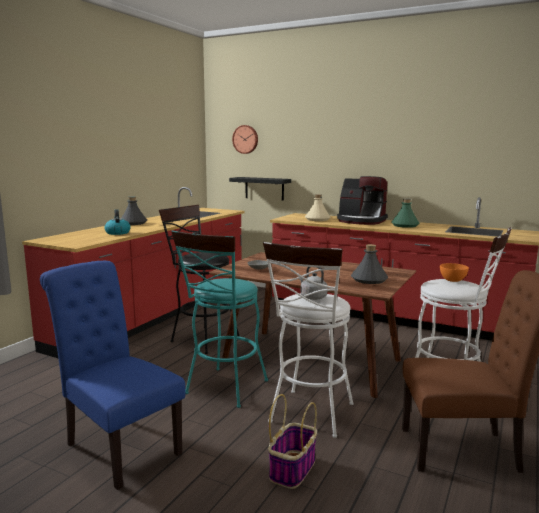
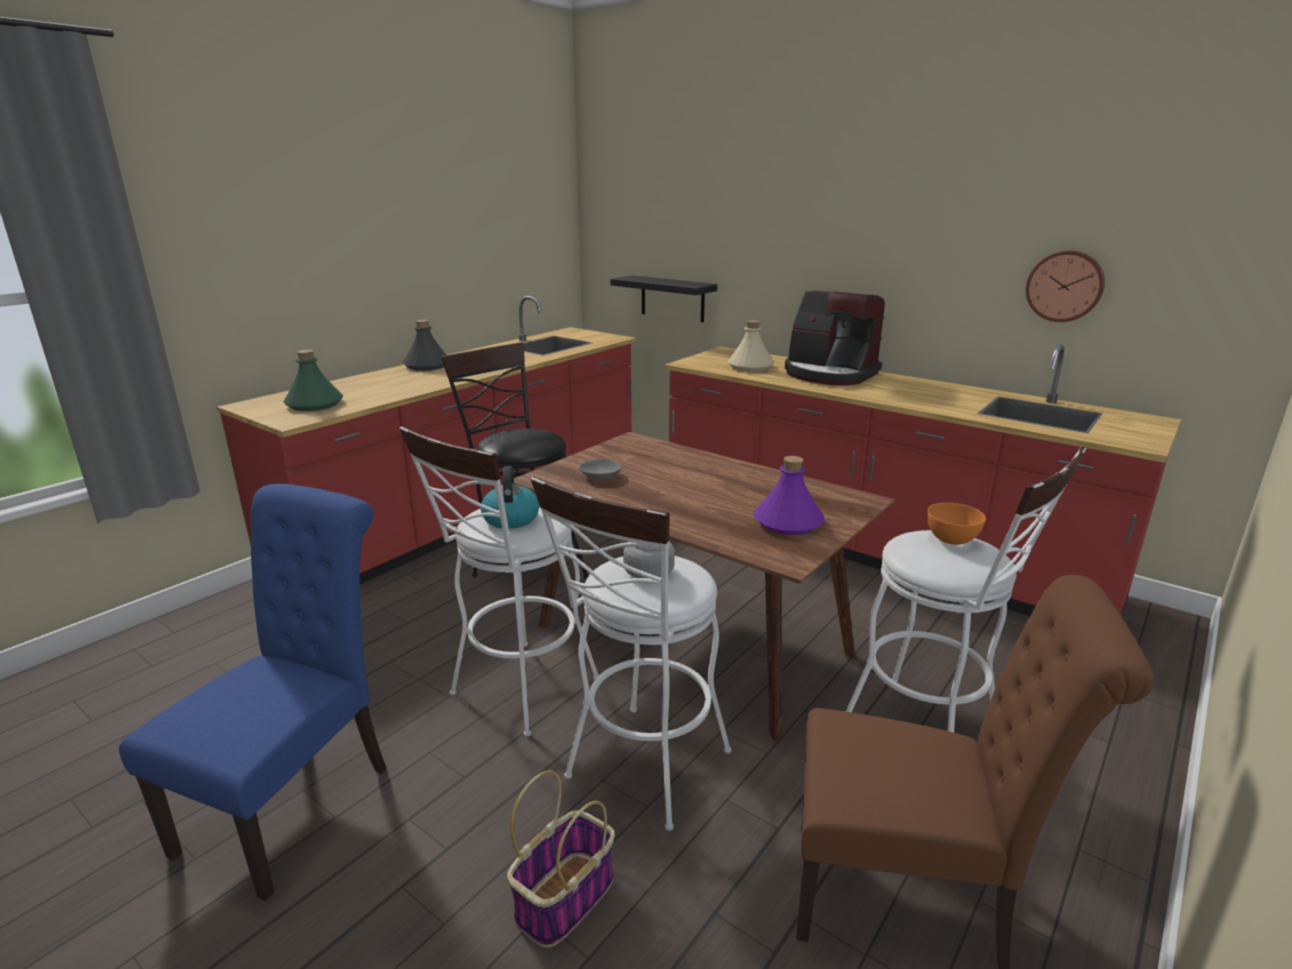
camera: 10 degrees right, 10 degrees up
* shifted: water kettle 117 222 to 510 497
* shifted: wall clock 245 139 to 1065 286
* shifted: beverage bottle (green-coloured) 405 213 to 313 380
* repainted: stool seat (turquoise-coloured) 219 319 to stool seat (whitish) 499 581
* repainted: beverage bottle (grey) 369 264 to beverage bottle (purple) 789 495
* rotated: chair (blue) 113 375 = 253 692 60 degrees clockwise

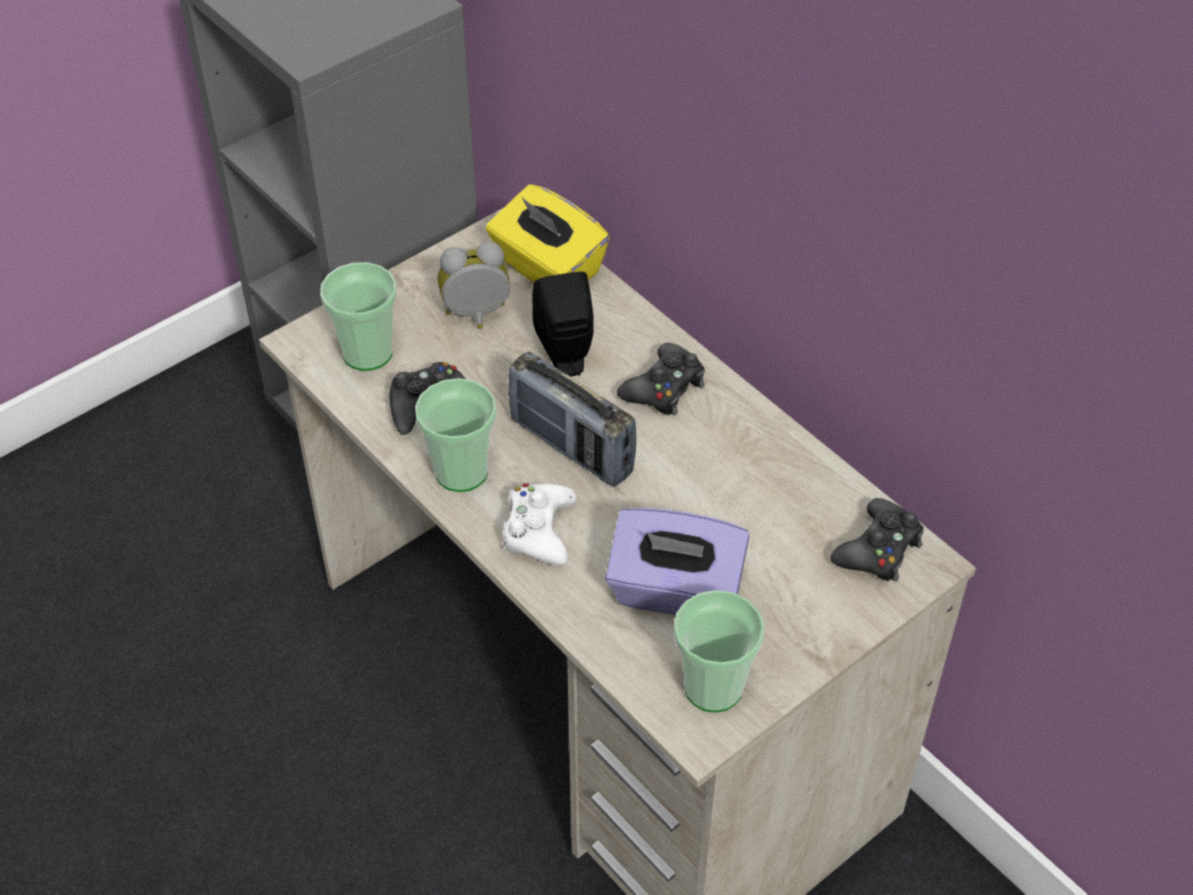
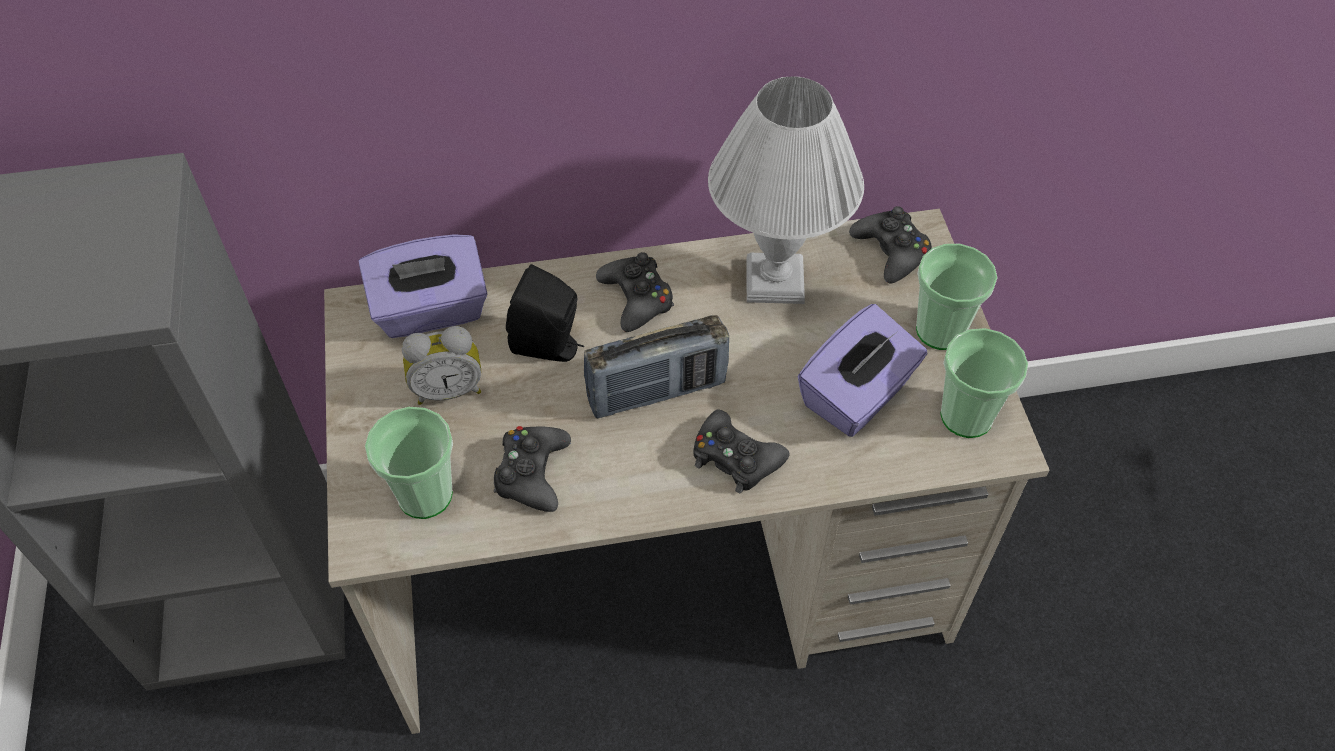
camera: 60 degrees left, 5 degrees up
* new: lamp for a table (whitish) 786 190
* shifted: cup 455 435 to 957 297
* repainted: tissue holder (yellowish) 548 233 to tissue holder (purple) 423 286
* repainted: game controller (whitish) 538 524 to game controller (black-coloured) 741 451
* rotated: bedside clock 474 285 = 441 365 120 degrees counterclockwise

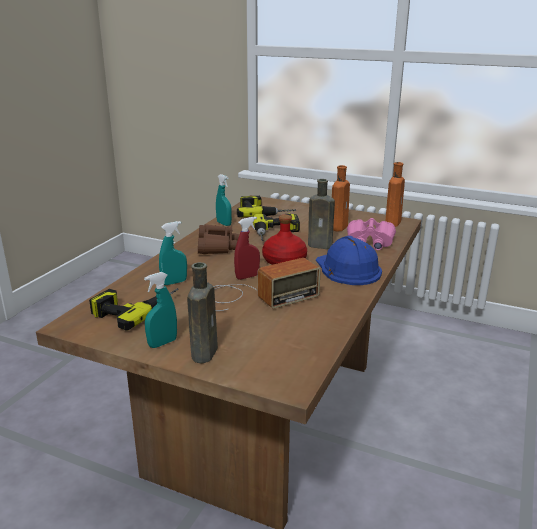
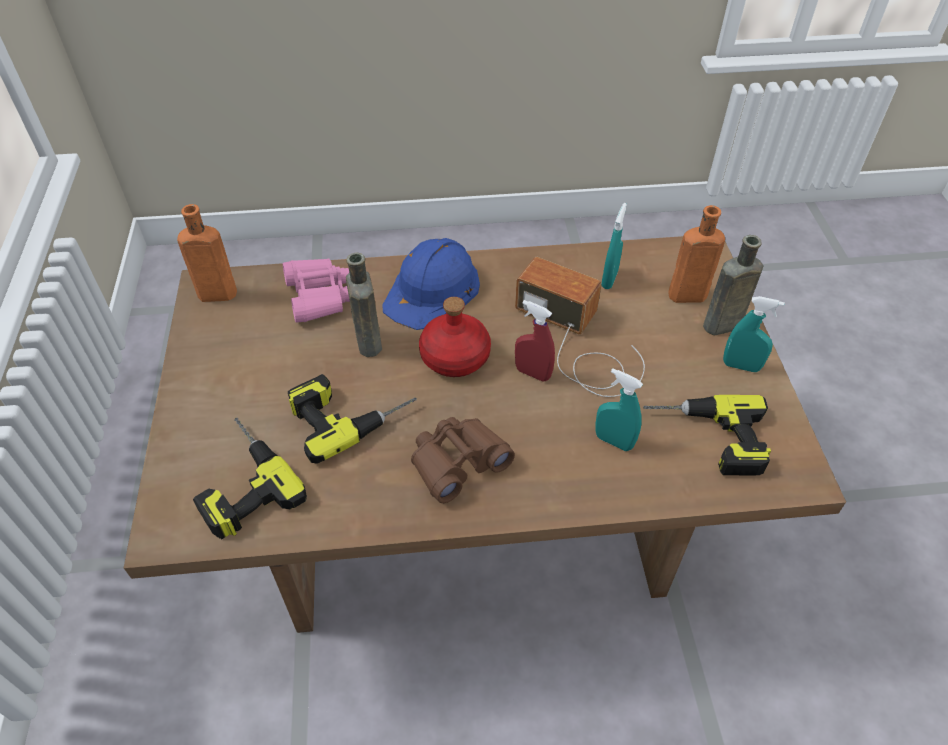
camera: 120 degrees left, 25 degrees up
* shifted: sprayer (turquoise-coloured) 224 200 to 614 246
* shifted: beverage bottle (orangey) 341 198 to 696 254

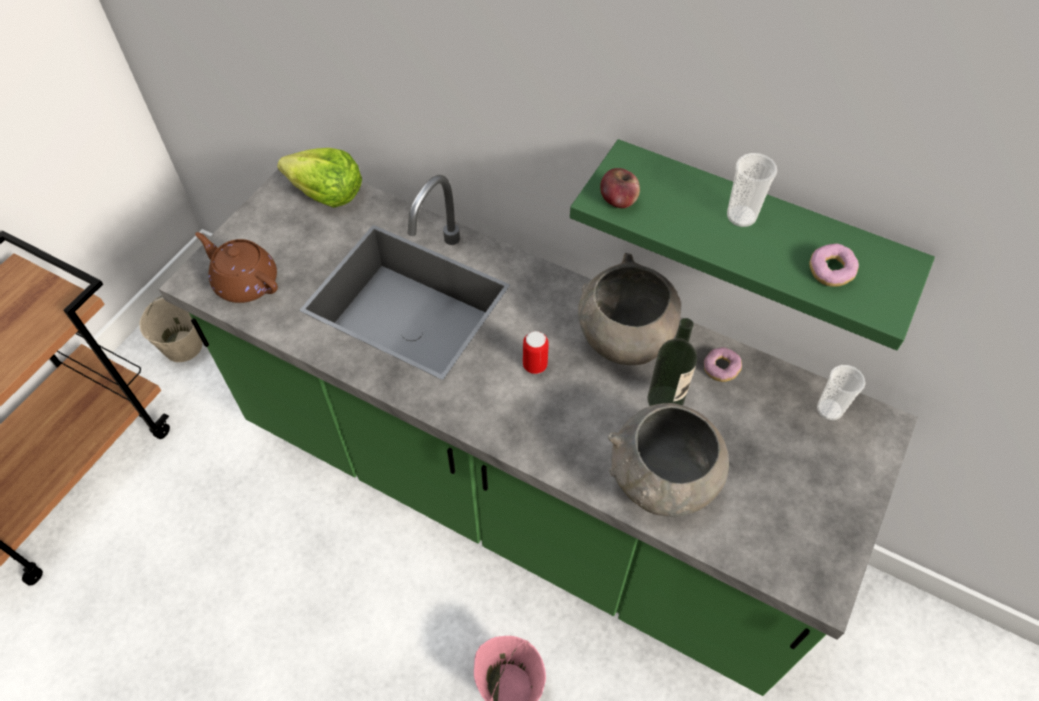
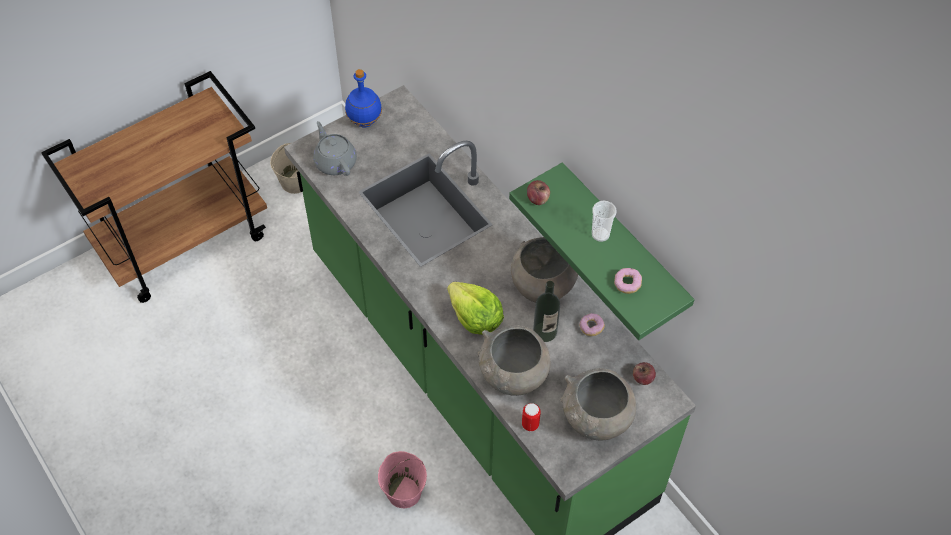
camera: 25 degrees right, 0 degrees up
* new: beverage bottle (blue) 363 98
* new: bowl (grey) 598 404
* shifted: lettuce head 319 178 to 475 308
* shifted: sealed can 536 352 to 531 417
* swapped: cup 841 392 to apple 644 373
* repainted: tea pot (brownish) 236 267 to tea pot (grey) 335 148

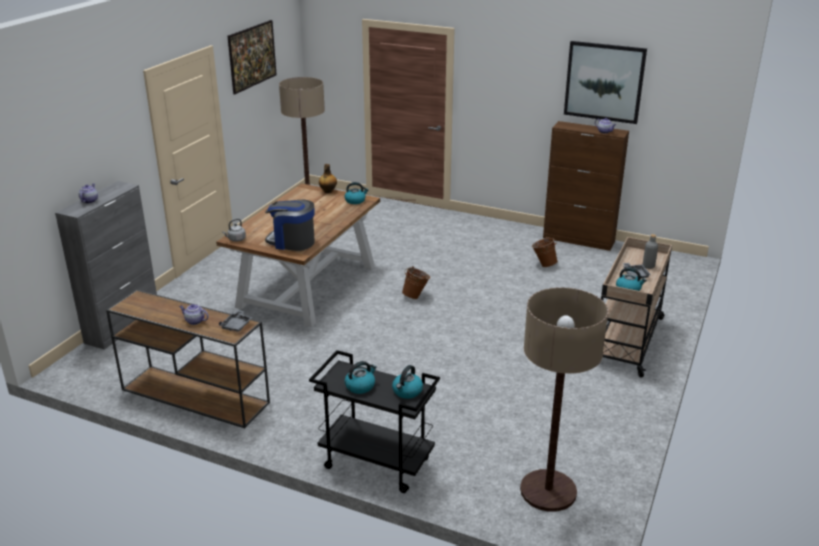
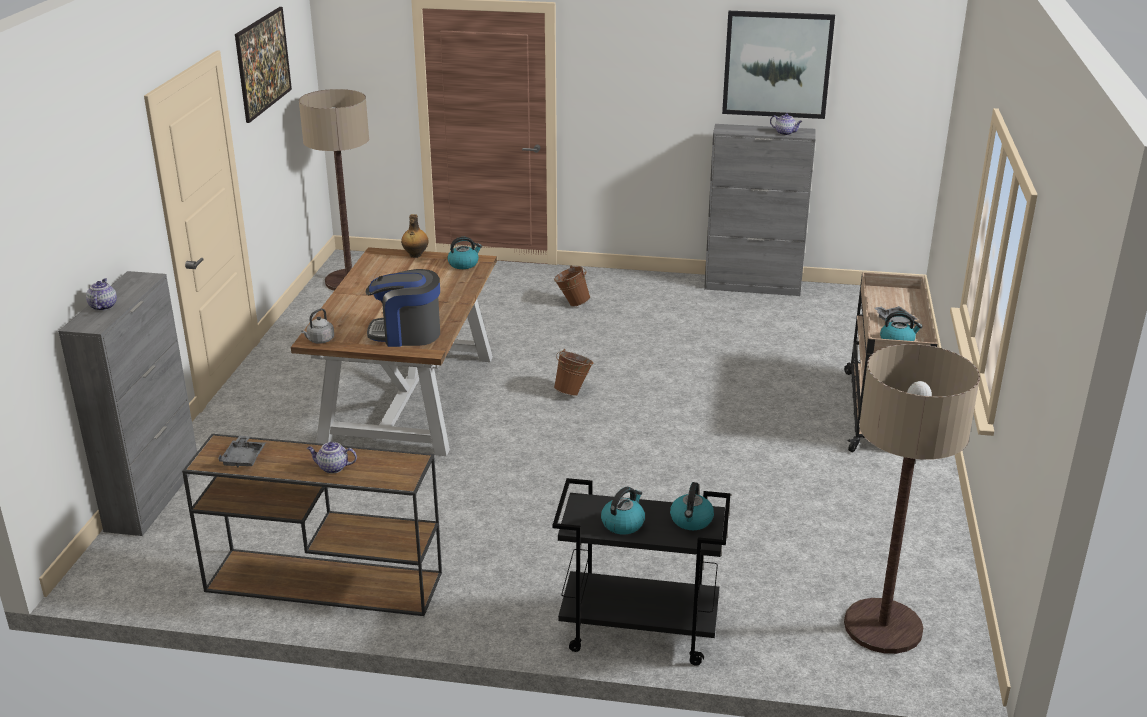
camera: 15 degrees left, 0 degrees up
* gone: beverage bottle (grey) 650 251
* shifted: carrying tray (grey) 235 321 to 242 451
* shifted: pail (brownish) 545 252 to 572 286
* repainted: storage cabinet (brownish) 586 186 to storage cabinet (grey) 760 210

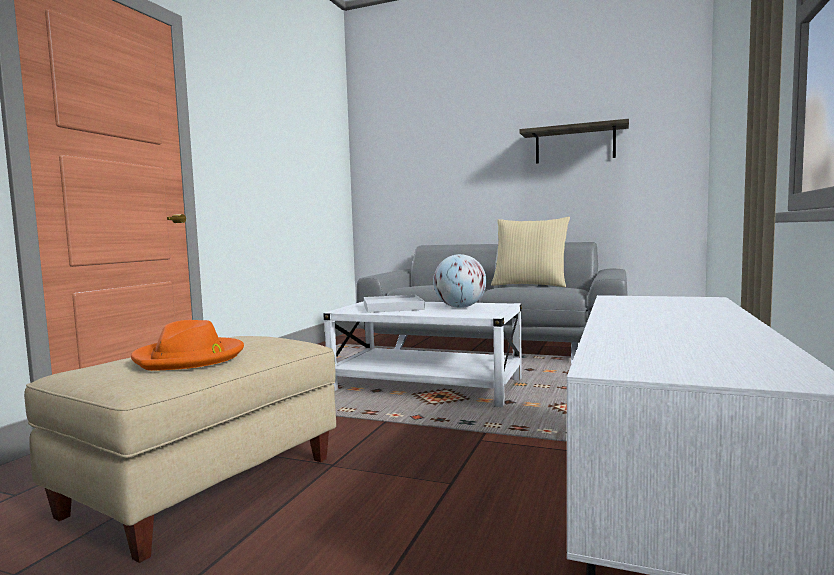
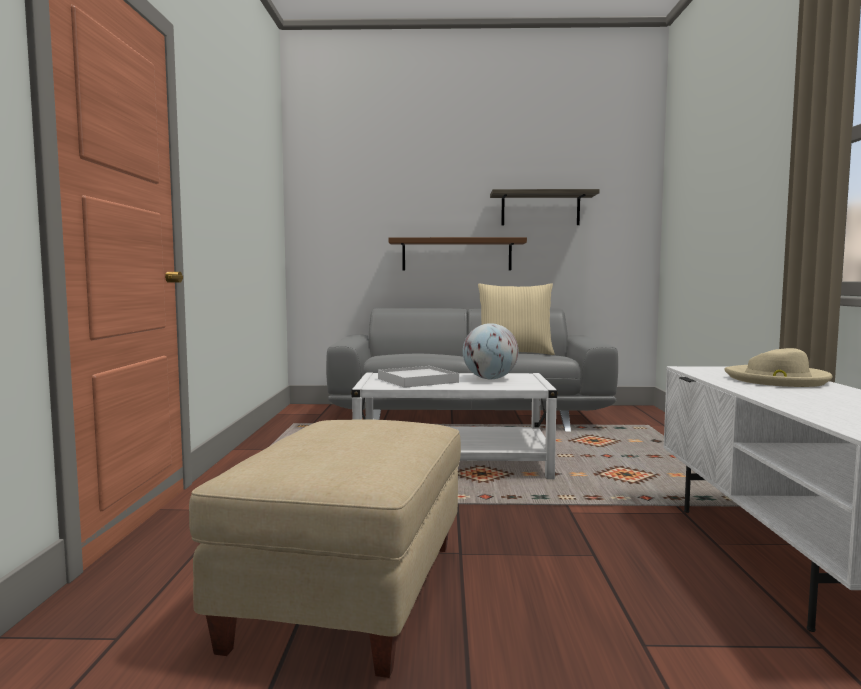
camera: 20 degrees left, 0 degrees up
* gone: wearable hat (orangey) 187 345
* new: bracket shelf (brownish) 458 253
* new: wearable hat (beige-coloured) 778 367

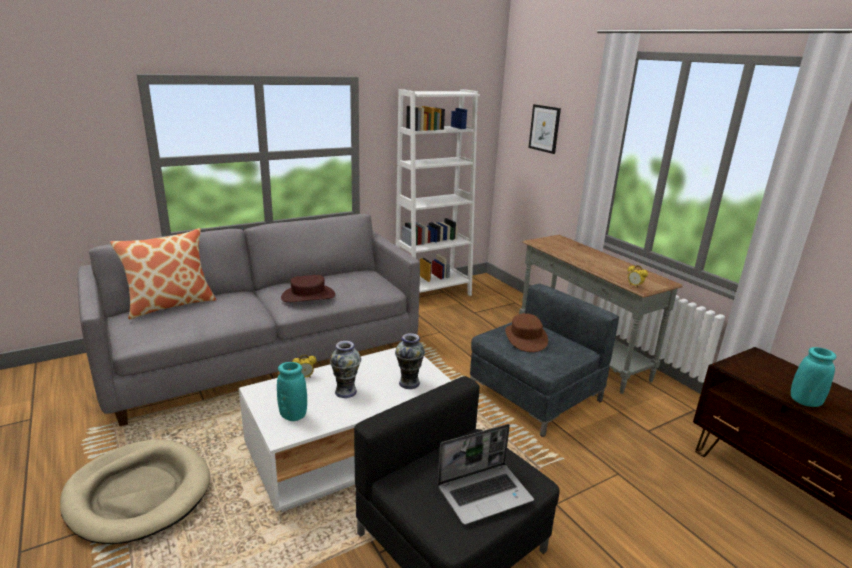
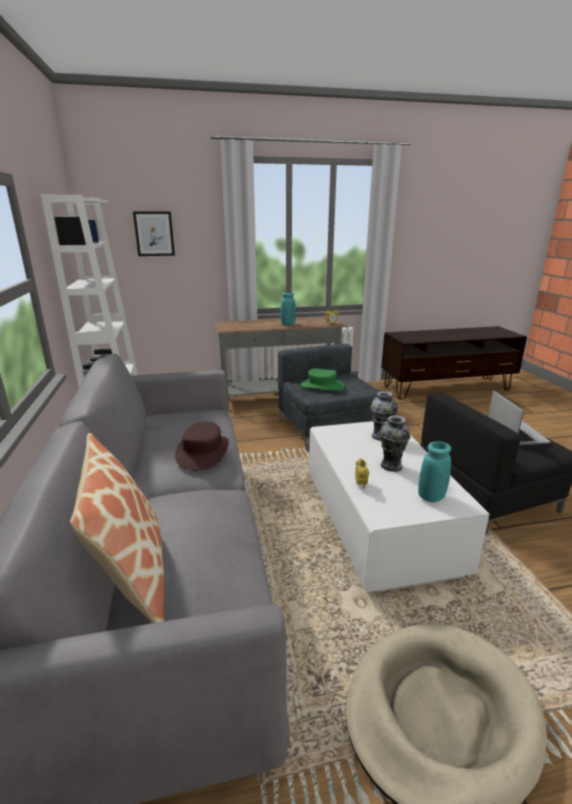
camera: 70 degrees left, 0 degrees up
* shifted: flower vase (turquoise-coloured) 813 377 to 288 308
* repainted: wearable hat (brownish) 526 332 to wearable hat (green-coloured) 322 379

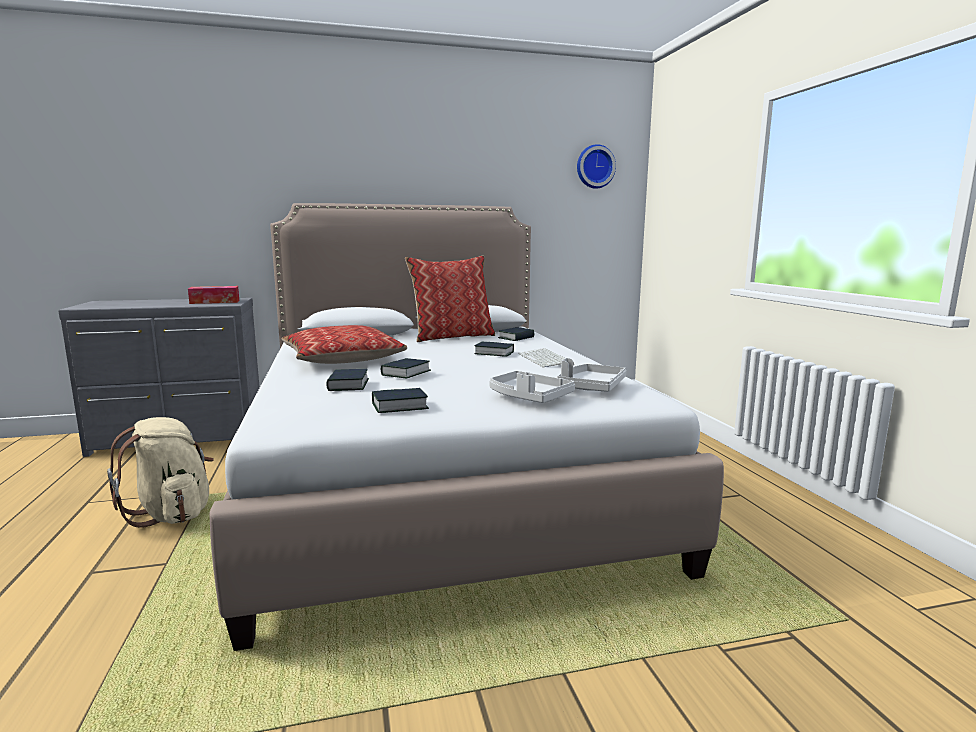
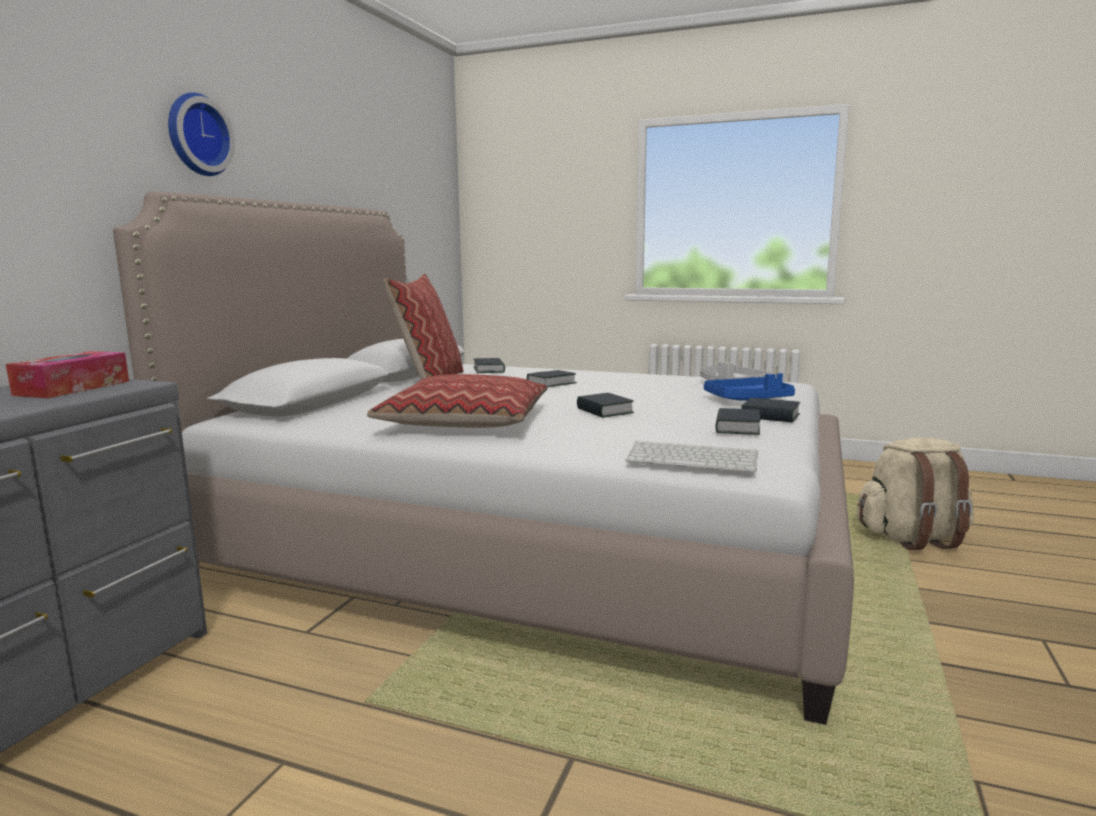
camera: 55 degrees left, 0 degrees up
* shifted: rucksack (beige-coloured) 160 472 to 915 494
* shifted: volume 347 380 to 770 410
* shifted: PC keyboard 546 357 to 691 456
* shifted: wall clock 596 166 to 201 134
* repainted: carrying tray (grey) 532 387 to carrying tray (blue) 749 387

